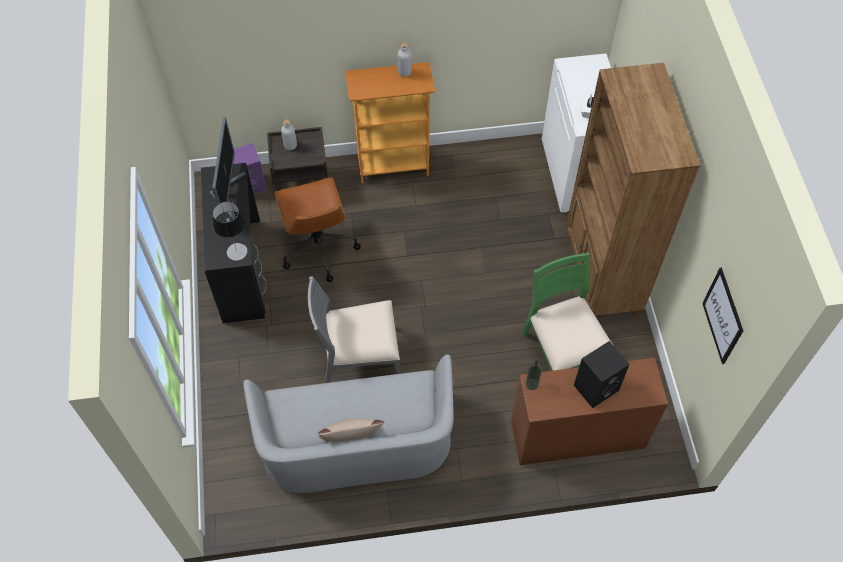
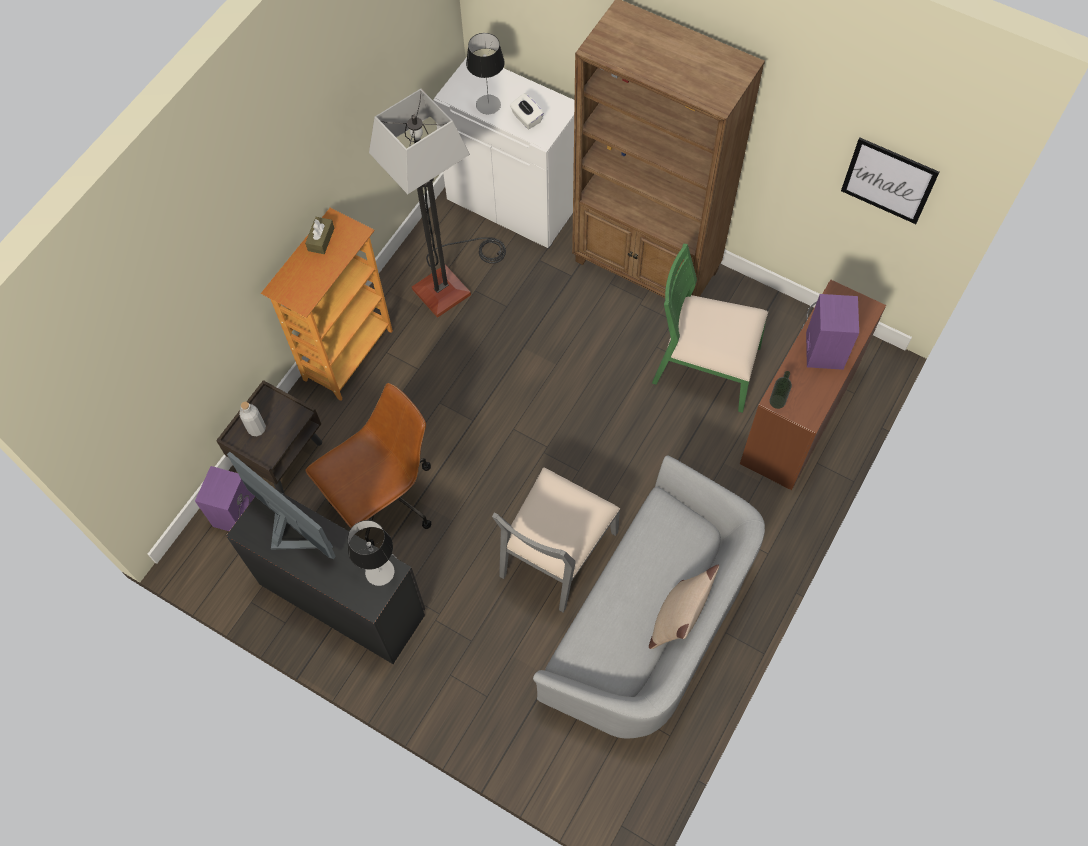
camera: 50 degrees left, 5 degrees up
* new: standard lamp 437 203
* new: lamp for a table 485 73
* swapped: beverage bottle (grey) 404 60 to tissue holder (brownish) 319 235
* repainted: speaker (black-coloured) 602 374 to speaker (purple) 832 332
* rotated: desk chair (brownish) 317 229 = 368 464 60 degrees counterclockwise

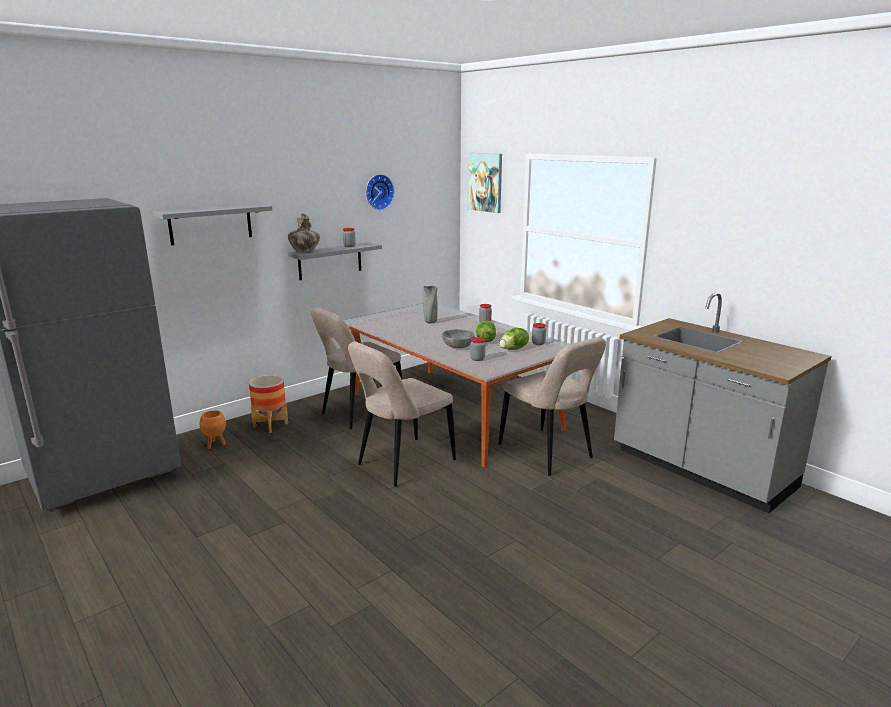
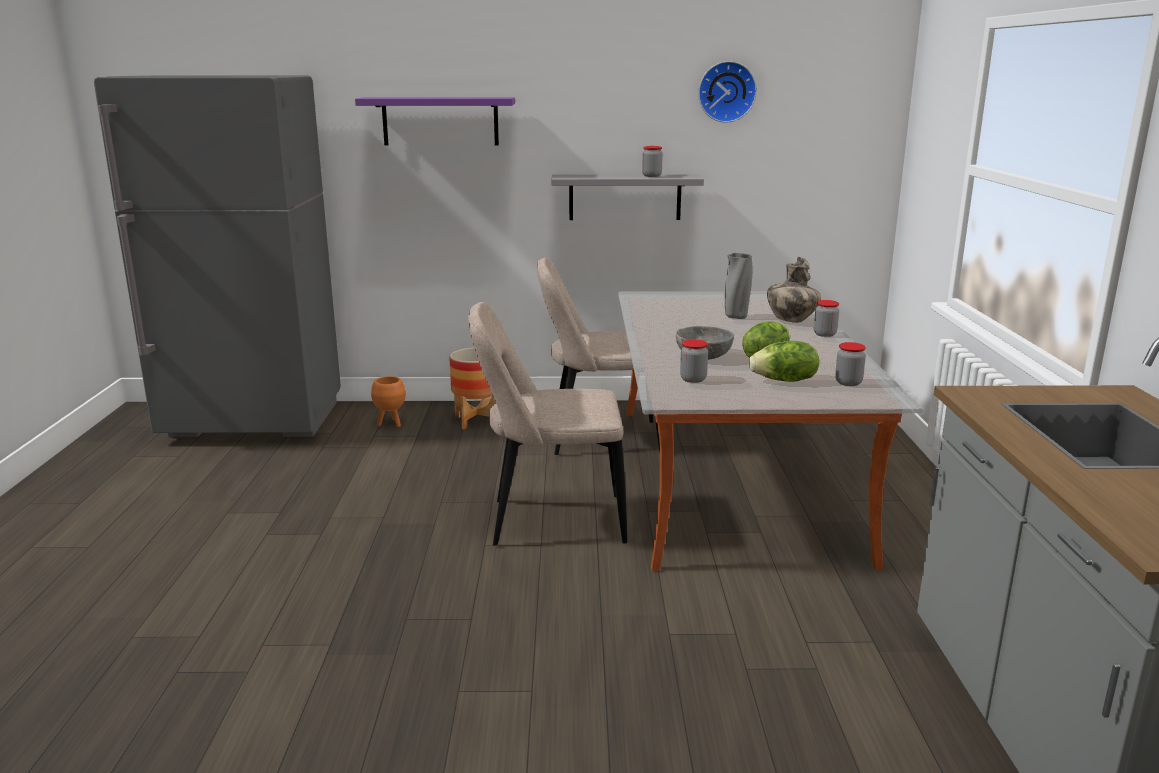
camera: 40 degrees right, 0 degrees up
* gone: wall picture 484 183
* gone: chair (beige-coloured) 552 406
* shifted: flower vase 304 232 to 794 290
* repainted: bracket shelf (grey) 212 225 to bracket shelf (purple) 435 121

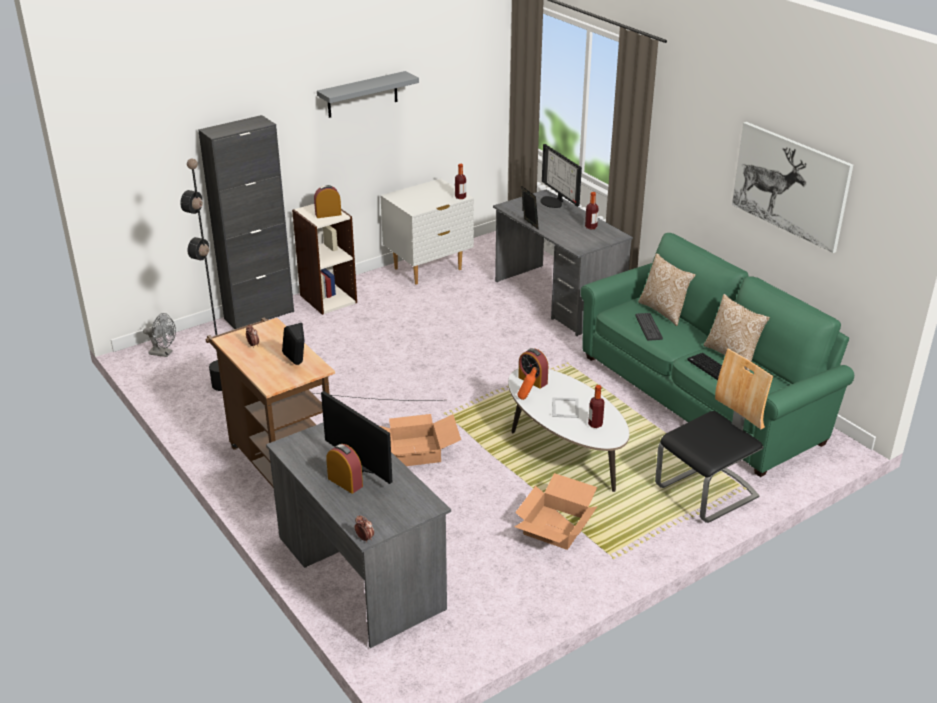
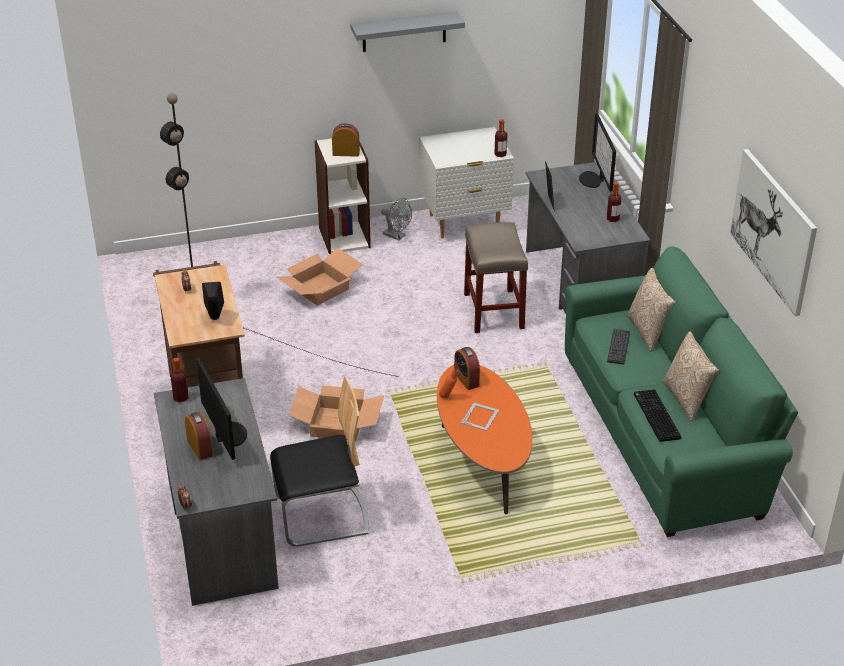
camera: 20 degrees right, 5 degrees up
* gone: storage cabinet (black-coloured) 246 222
* new: stool seat (beige-coloured) 496 277
* shifted: fan (grey) 159 335 to 396 219
* shifted: carton 556 511 to 319 276
* shifted: beverage bottle 596 406 to 180 380
* shifted: chair 714 436 to 319 461
* repainted: coffee table (whitish) 568 430 to coffee table (orangey) 485 439

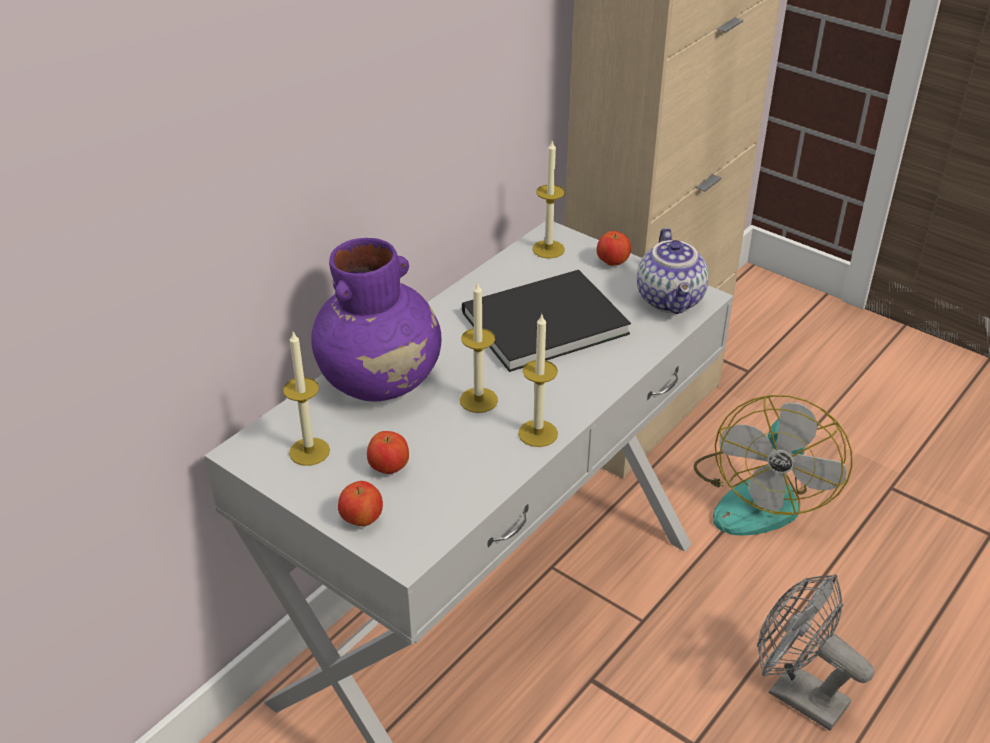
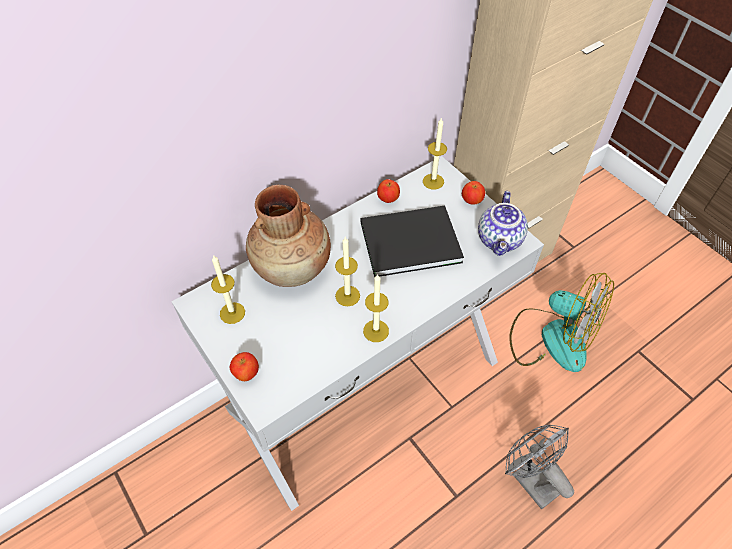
camera: 15 degrees right, 15 degrees up
* shifted: apple 388 452 to 388 191
* repainted: flower vase (purple) 376 319 to flower vase (brownish) 288 236
* rotated: fan 773 465 = 561 322 90 degrees counterclockwise

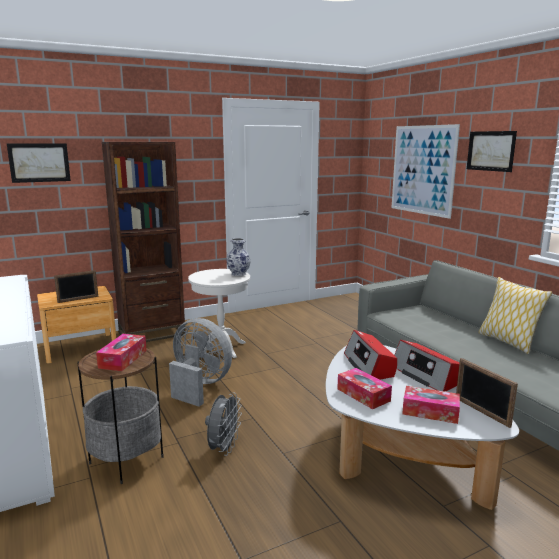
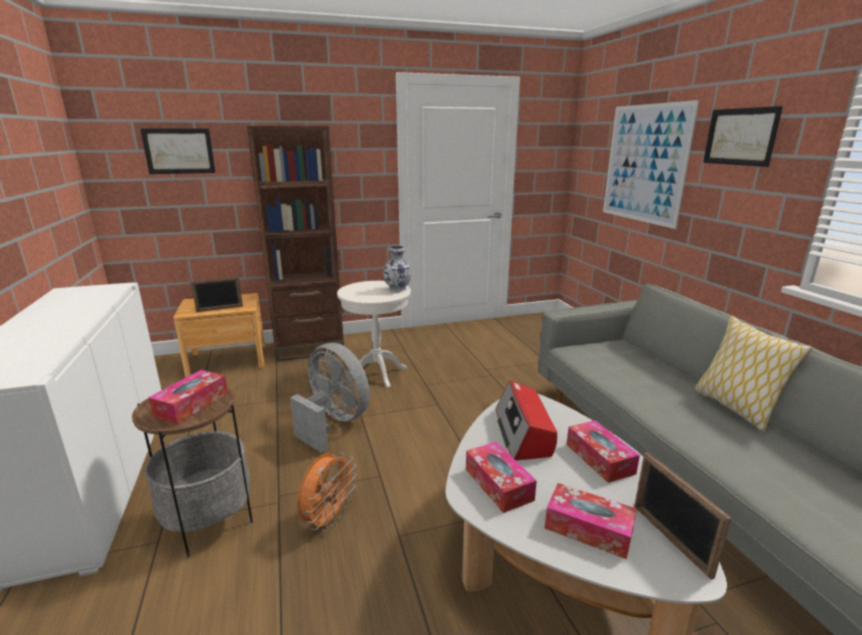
camera: 10 degrees right, 5 degrees up
* swapped: radio receiver 427 366 to tissue holder 603 451
* repainted: fan (grey) 223 424 to fan (orangey) 327 491

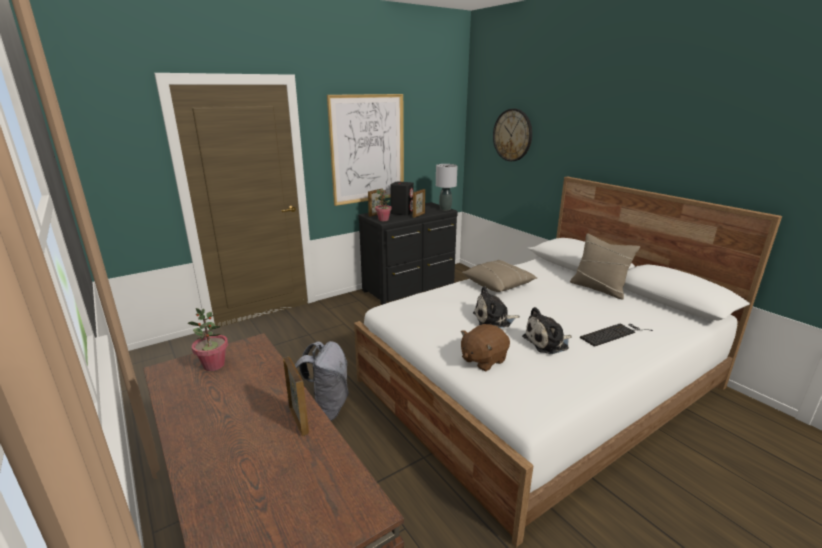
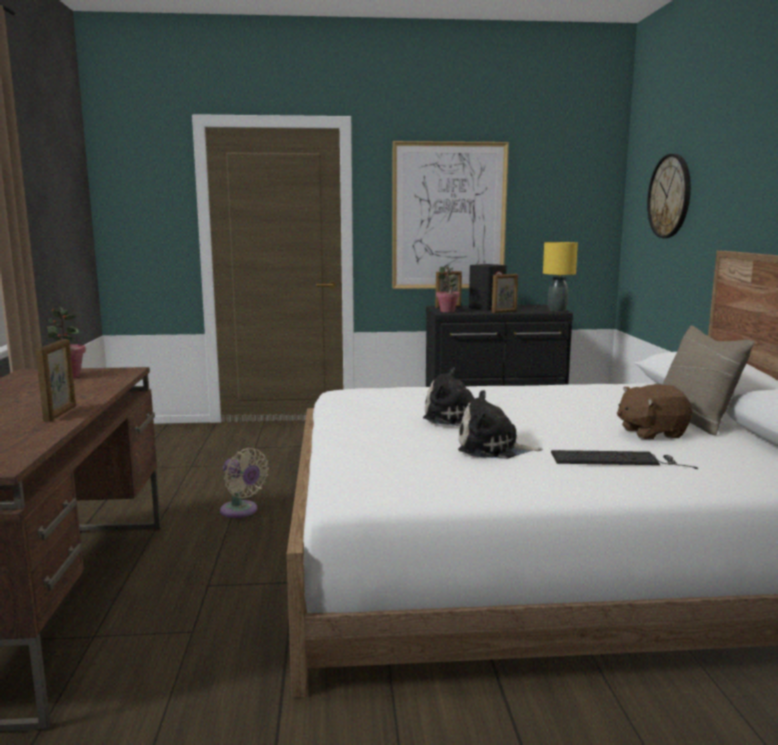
camera: 30 degrees right, 10 degrees down
* gone: pillow (beige-coloured) 499 276
* shifted: soft toy (brownish) 485 347 to 654 411
* swapped: rucksack (grey) 322 381 to fan (beige-coloured) 244 483
* repainted: lamp for a table (grey) 447 187 to lamp for a table (yellowish) 560 277

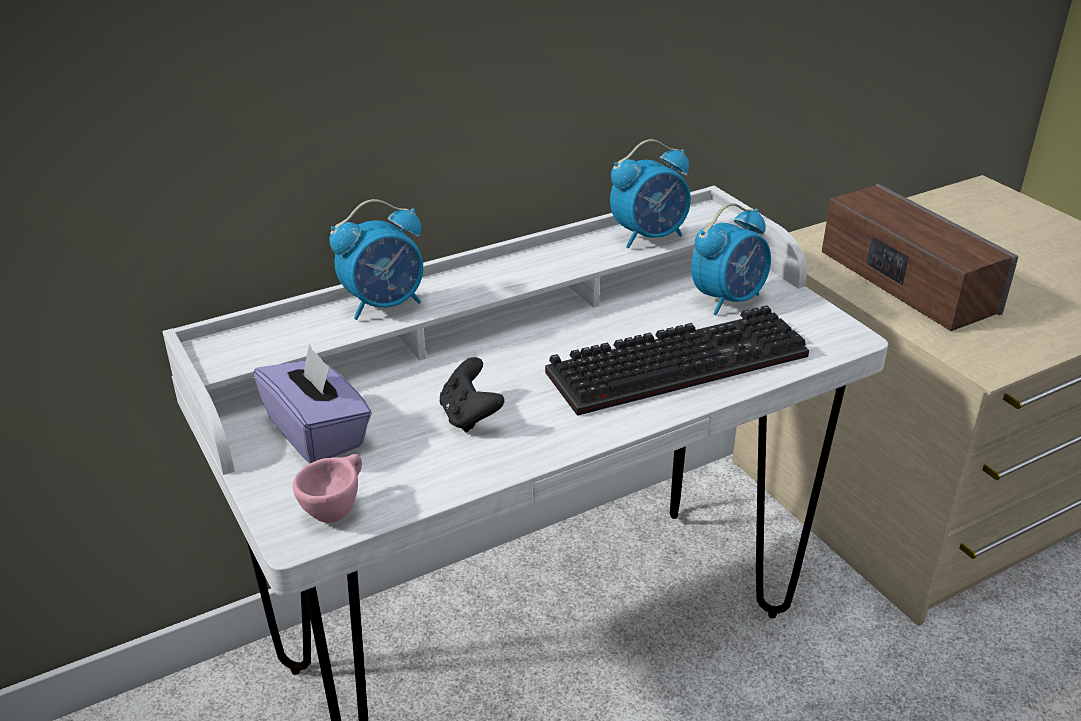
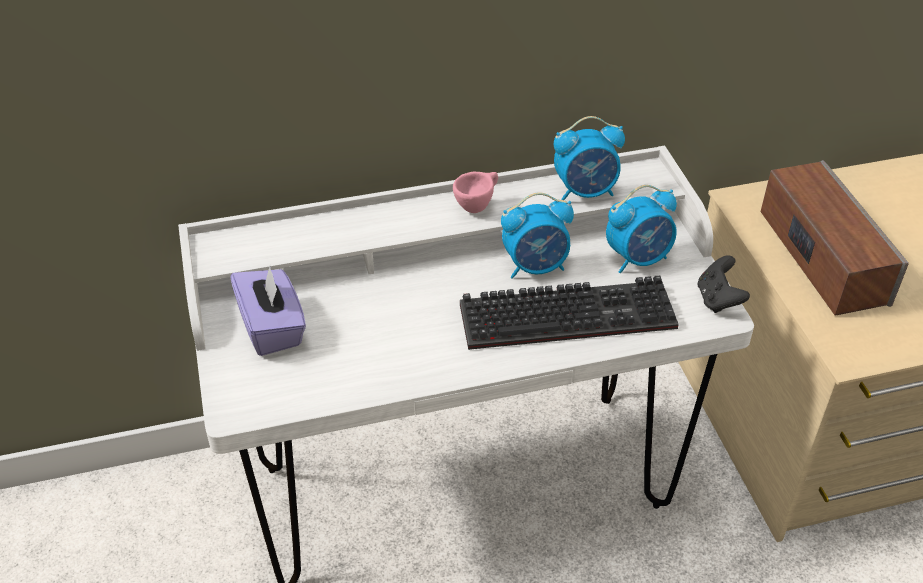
camera: 15 degrees right, 10 degrees up
* shifted: cup (pink) 327 488 to 475 192
* shifted: bedside clock 376 259 to 537 235
* shifted: game controller (black-coloured) 472 395 to 724 284

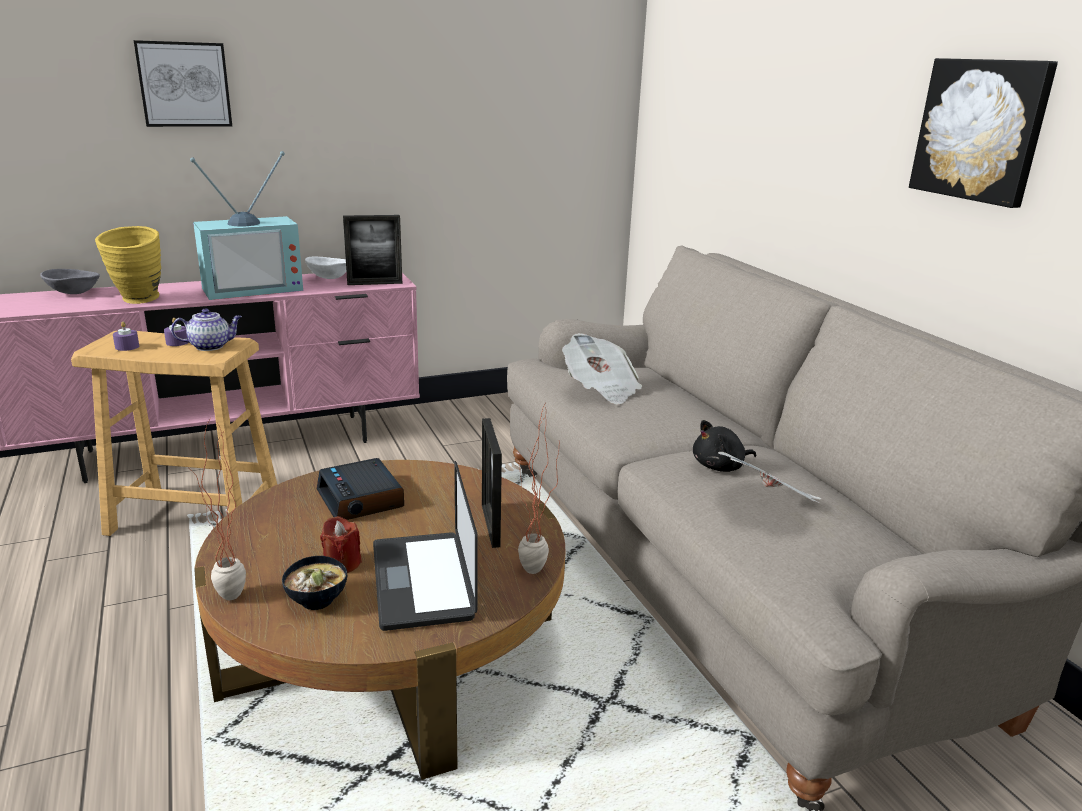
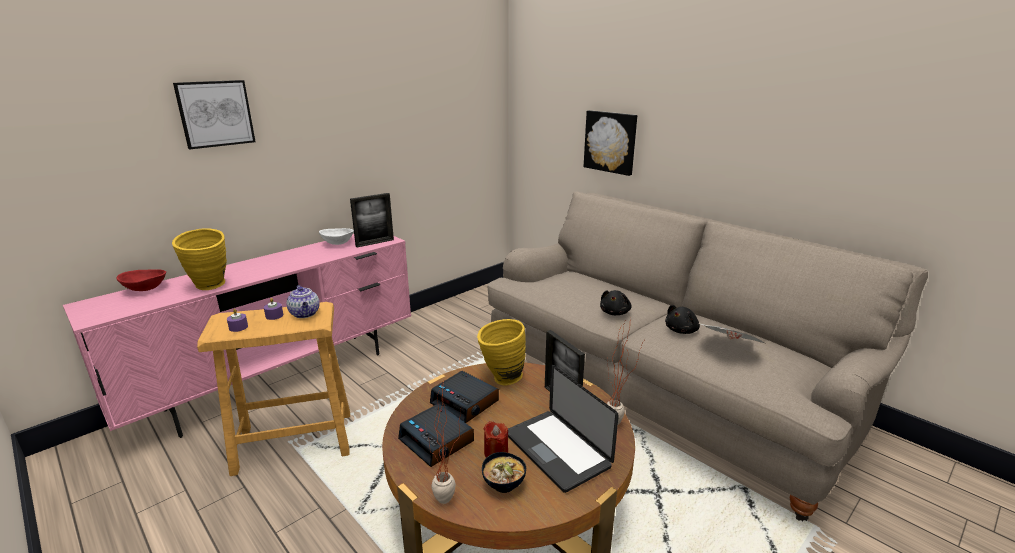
camera: 20 degrees left, 0 degrees up
* gone: TV 246 225
* gone: newspaper 602 369
* new: bedside clock 436 435
* new: flower vase (yellowish) 501 352
* new: soft toy (black-coloured) 616 302
* shifted: wall picture 983 133 to 610 143
* repainted: bowl (grey) 70 281 to bowl (red) 141 280
* rotated: tea pot 206 329 = 303 301 105 degrees clockwise

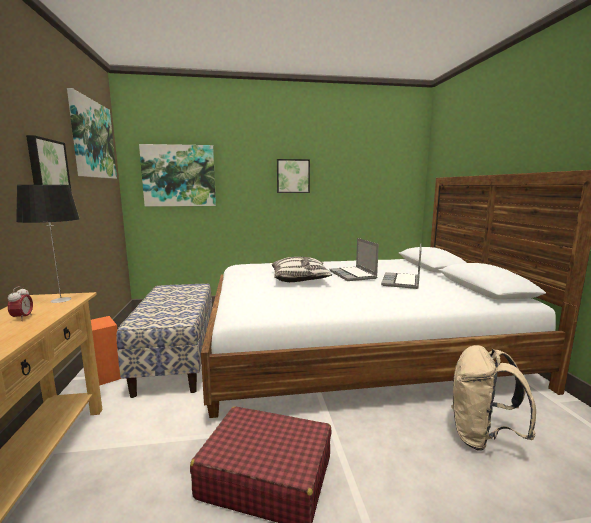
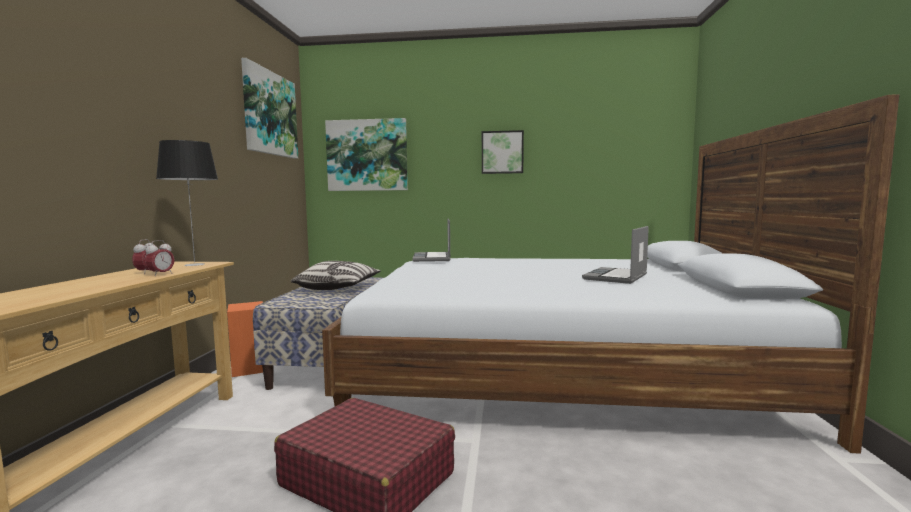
camera: 15 degrees right, 5 degrees down
* gone: wall picture 49 164
* gone: rucksack (beige-coloured) 493 398
* new: bedside clock 160 258
* shifted: pillow 302 269 to 336 275
* shifted: laptop 354 259 to 432 240

